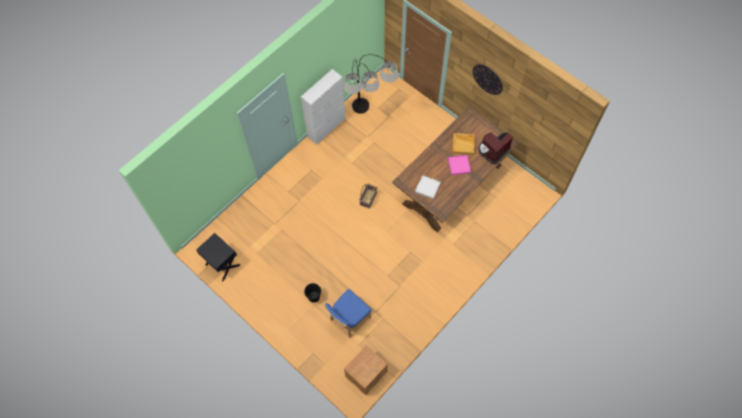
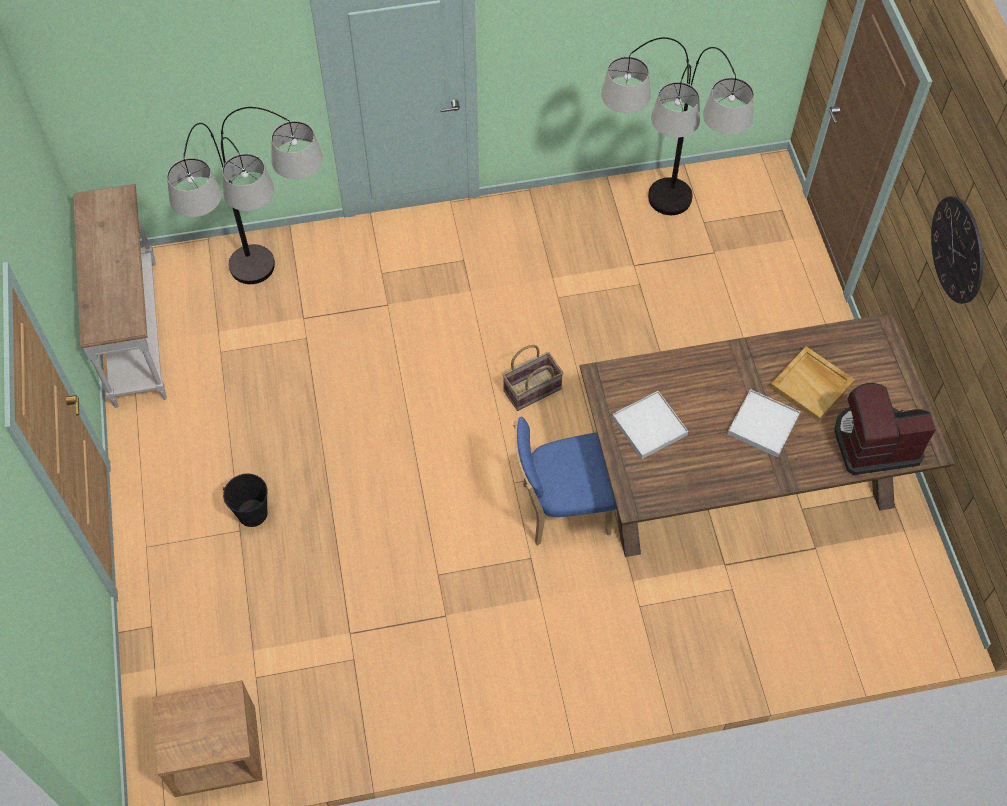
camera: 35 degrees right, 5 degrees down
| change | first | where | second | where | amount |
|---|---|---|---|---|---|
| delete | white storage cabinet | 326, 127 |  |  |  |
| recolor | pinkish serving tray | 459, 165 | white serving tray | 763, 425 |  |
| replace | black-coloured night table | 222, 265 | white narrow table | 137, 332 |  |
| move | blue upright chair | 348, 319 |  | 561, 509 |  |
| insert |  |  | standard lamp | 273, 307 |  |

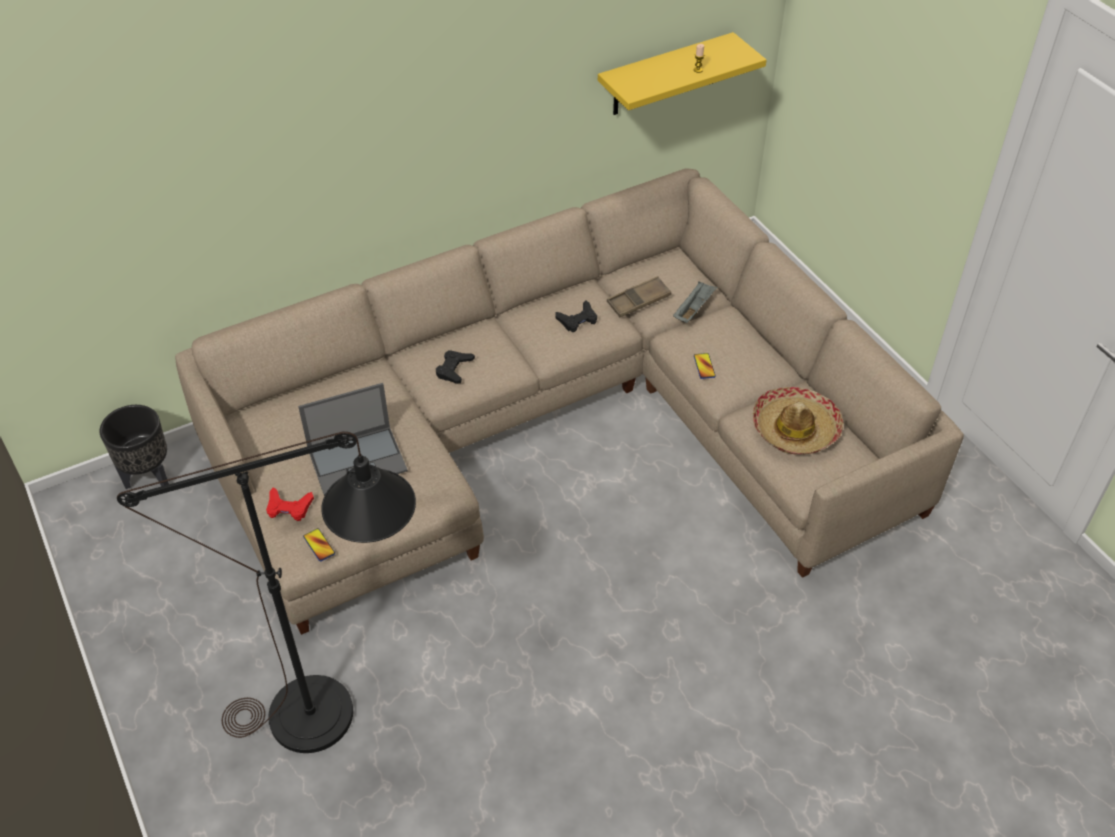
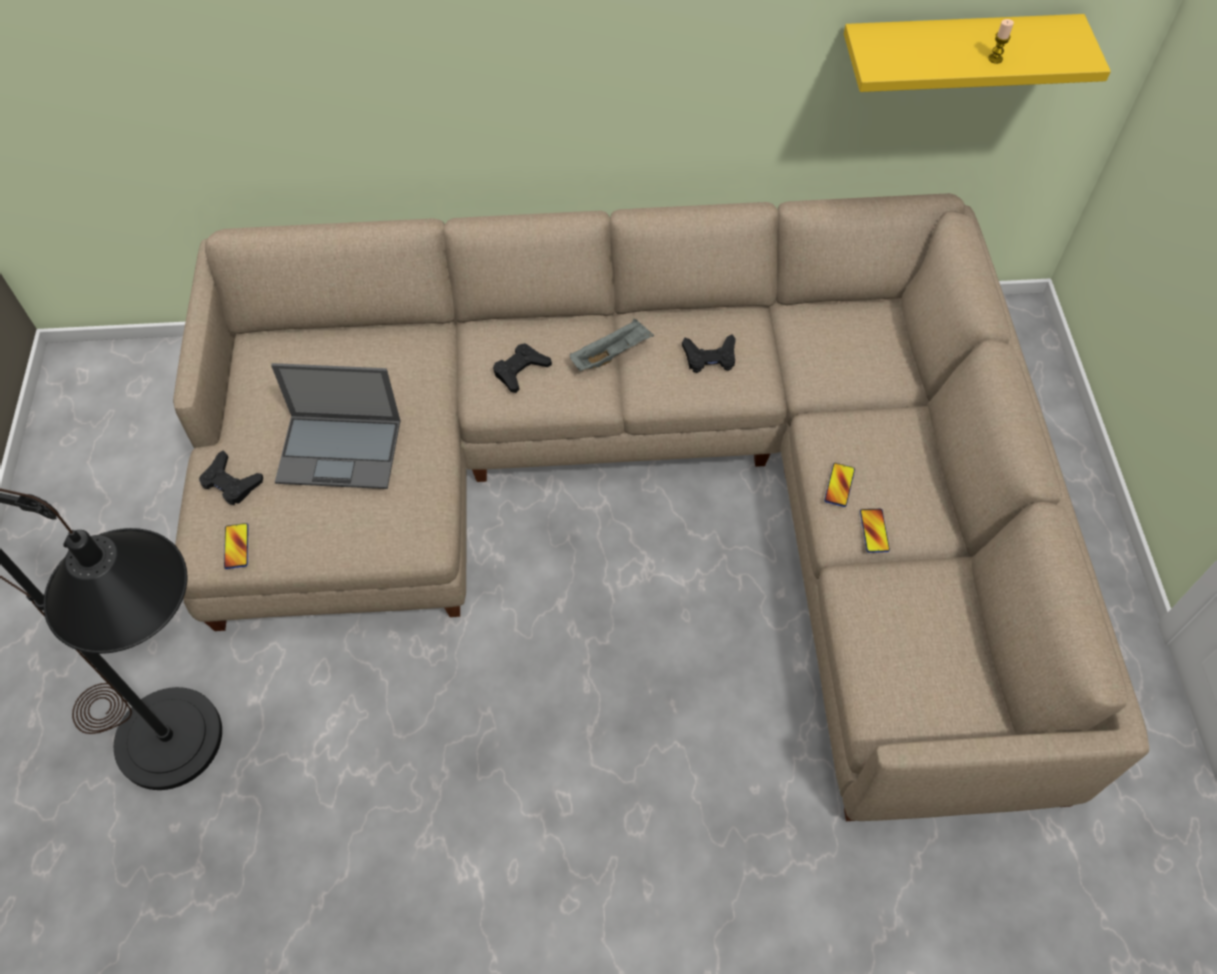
camera: 25 degrees right, 10 degrees up
| change | first | where | second | where | amount |
|---|---|---|---|---|---|
| delete | brown serving tray | 638, 301 |  |  |  |
| move | greyish serving tray | 694, 309 |  | 611, 354 |  |
| delete | clothing hat | 795, 429 |  |  |  |
| delete | black-coloured flower pot | 149, 478 |  |  |  |
| recolor | red-coloured joypad | 289, 507 | black-coloured joypad | 231, 482 |  |
| insert |  |  | handset | 874, 531 |  |

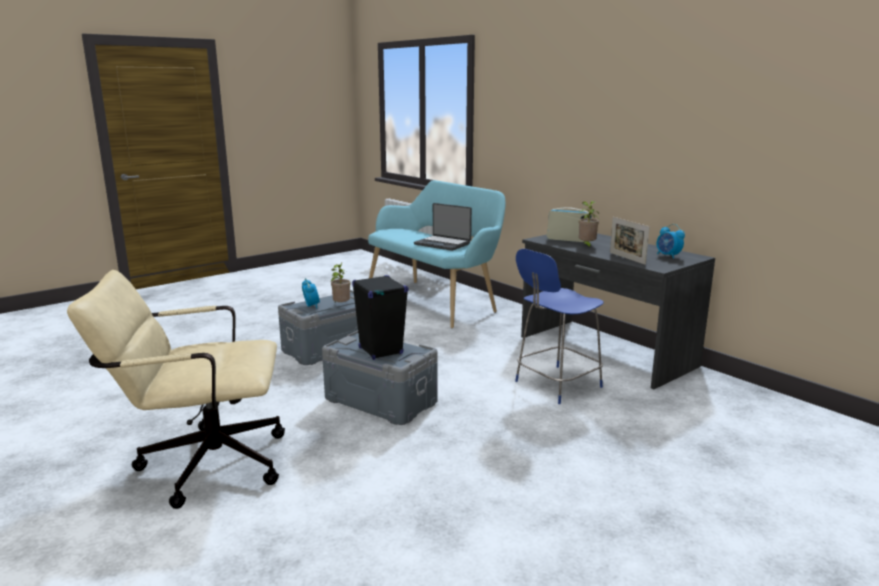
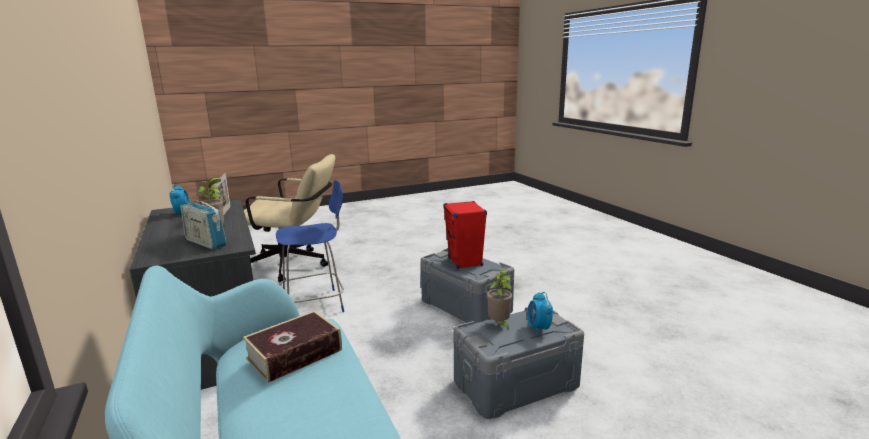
camera: 165 degrees left, 0 degrees up
| change | first | where | second | where | amount |
|---|---|---|---|---|---|
| replace | laptop | 443, 244 | bound book | 294, 354 |  |
| move | beige-coloured computer chair | 201, 464 |  | 293, 266 |  |
| recolor | black-coloured audio speaker | 380, 350 | red-coloured audio speaker | 465, 262 |  |

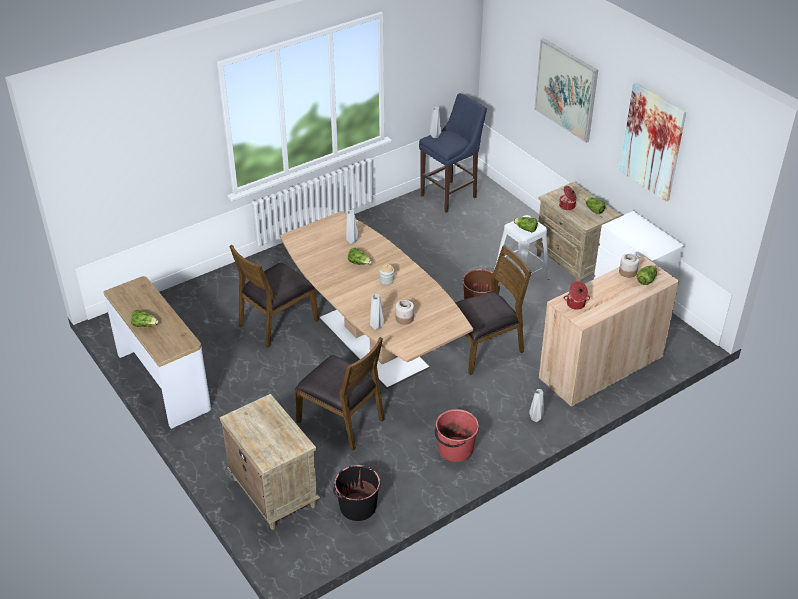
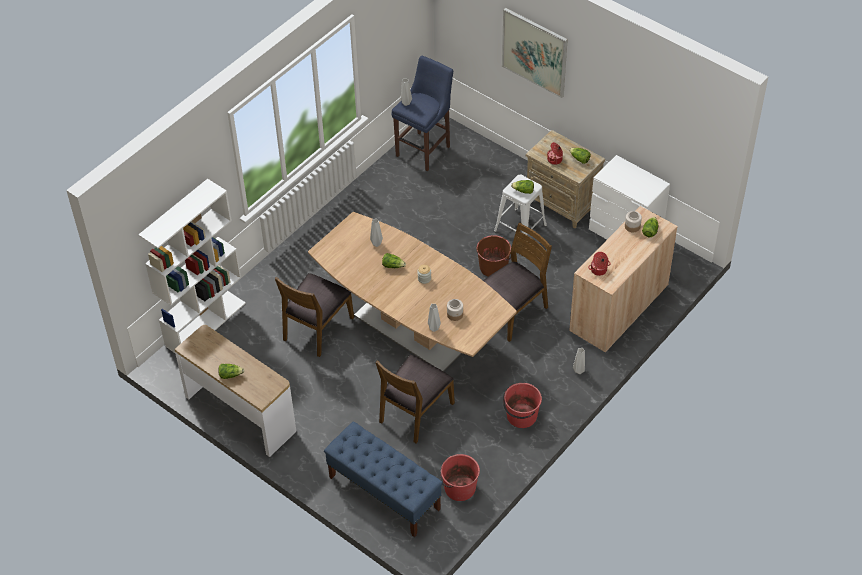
camera: 15 degrees left, 10 degrees up
| change | first | where | second | where | amount |
|---|---|---|---|---|---|
| delete | wall art | 652, 142 |  |  |  |
| rotate | brown upright chair | 342, 420 |  | 415, 412 | 105 degrees clockwise |
| replace | beige-coloured night table | 273, 492 | blue indoor bench | 384, 493 |  |
| recolor | black-coloured water bucket | 357, 506 | red-coloured water bucket | 459, 488 |  |
| insert |  |  | white shelving unit | 205, 324 |  |

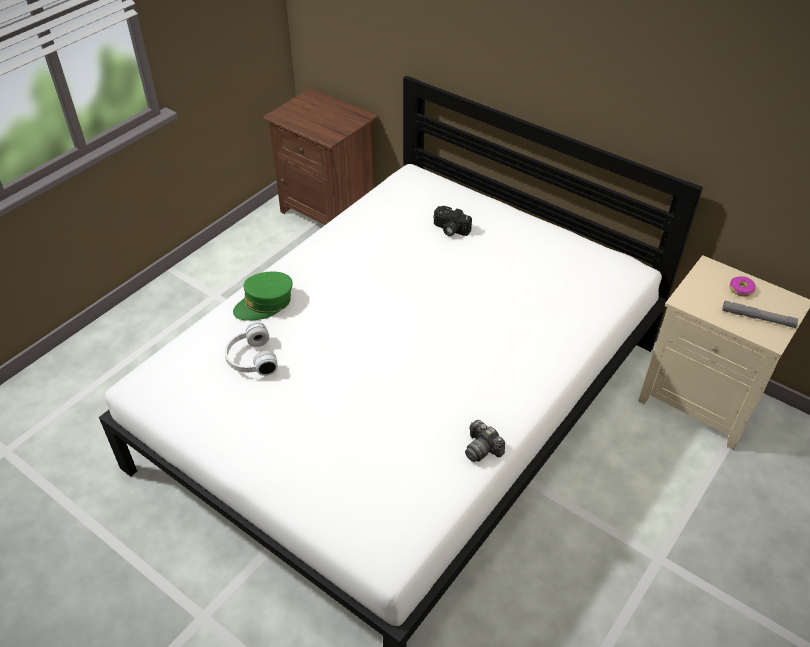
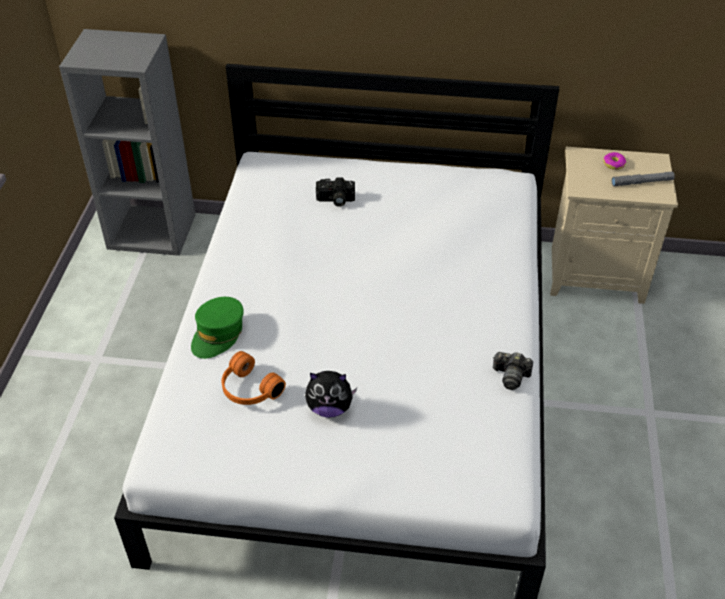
camera: 30 degrees left, 0 degrees up
| change | first | where | second | where | amount |
|---|---|---|---|---|---|
| replace | brown night table | 329, 211 | greyish shelving unit | 153, 231 |  |
| recolor | white pair of headphones | 250, 359 | orange pair of headphones | 248, 390 |  |
| insert |  |  | cuddly toy | 329, 408 |  |

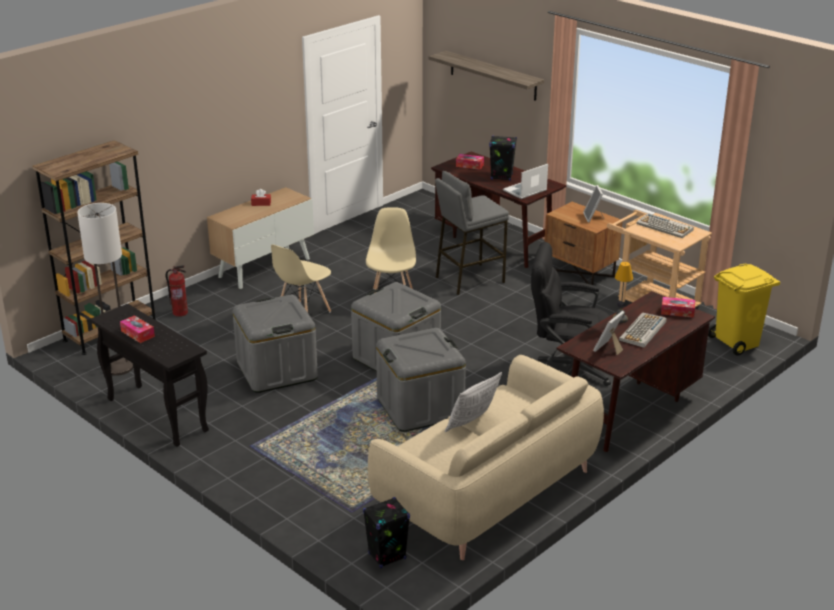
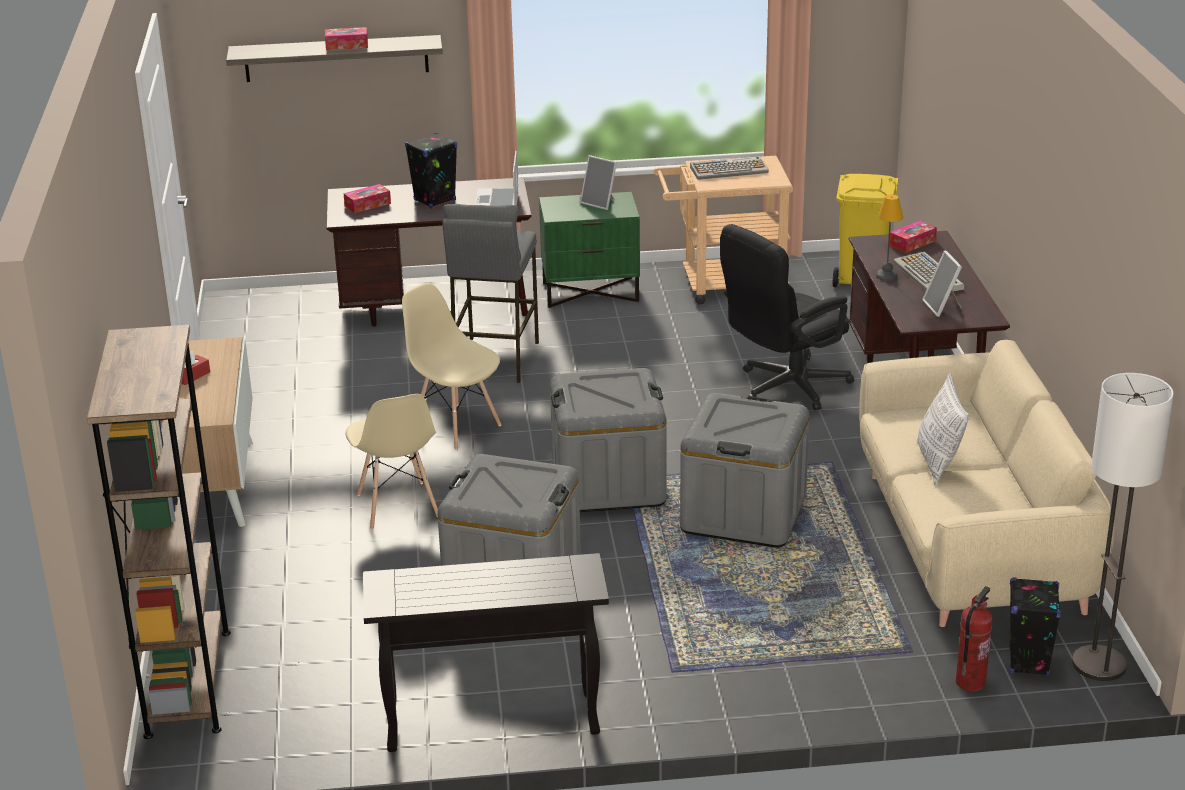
camera: 50 degrees left, 0 degrees up
| change | first | where | second | where | amount |
|---|---|---|---|---|---|
| recolor | brown night table | 580, 273 | green night table | 591, 292 |  |
| move | standard lamp | 118, 368 |  | 1099, 664 |  |
| move | extinguisher | 180, 313 |  | 970, 682 |  |
| move | tissue holder | 137, 334 |  | 347, 45 |  |

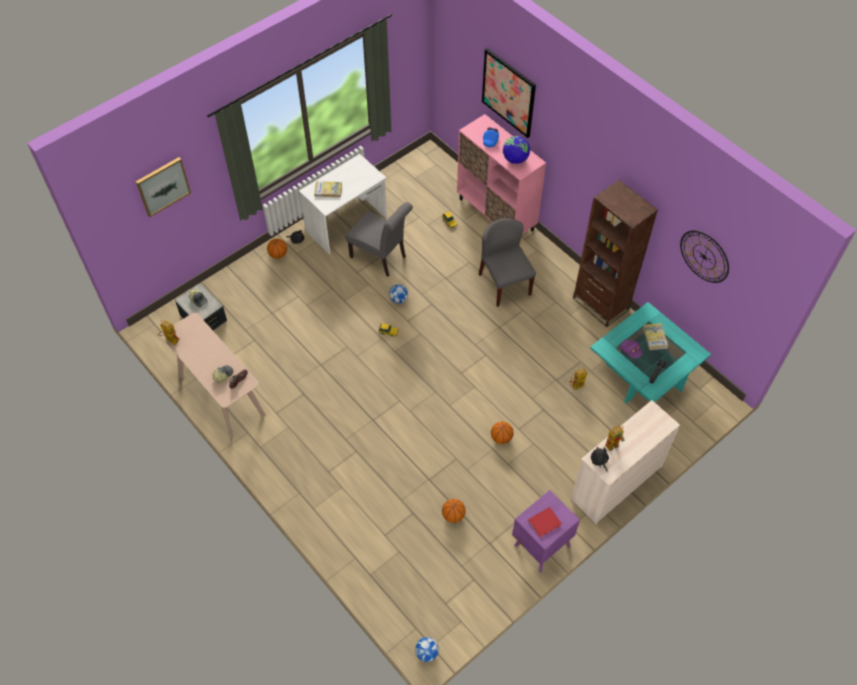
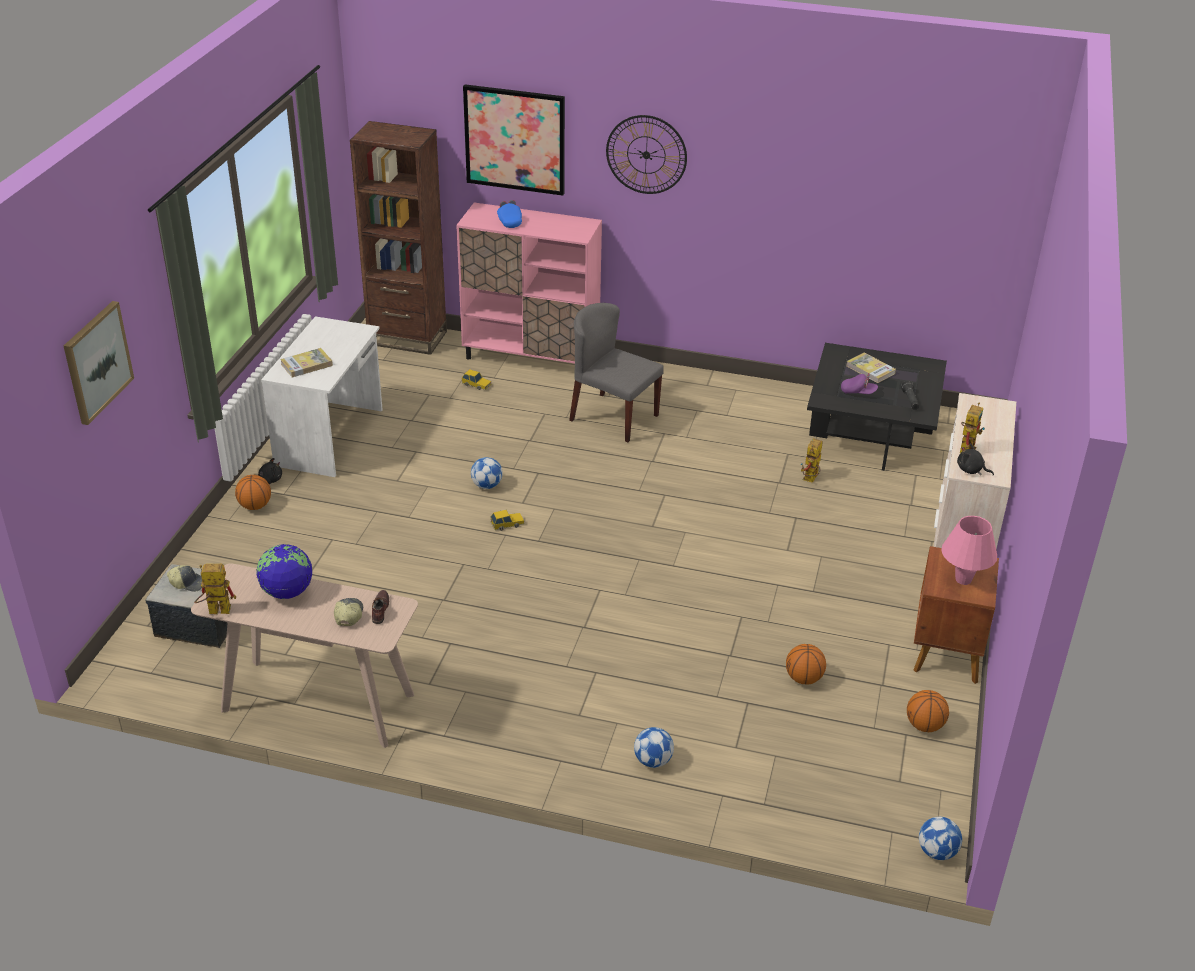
camera: 35 degrees left, 20 degrees down
| change | first | where | second | where | amount |
|---|---|---|---|---|---|
| move | desk globe | 515, 159 |  | 287, 592 |  |
| move | brown shelving unit | 600, 304 |  | 407, 338 |  |
| delete | greyish upright chair | 381, 258 |  |  |  |
| move | wall clock | 704, 256 |  | 646, 154 |  |
| recolor | turquoise-coloured coffee table | 643, 372 | black-coloured coffee table | 870, 434 |  |
| move | basketball ball | 501, 438 |  | 924, 726 |  |
| recolor | purple night table | 541, 545 | brown night table | 946, 654 |  |
| replace | red-coloured bound book | 545, 522 | pinkish lamp for a table | 963, 579 |  |
| insert |  |  | football | 653, 761 |  |

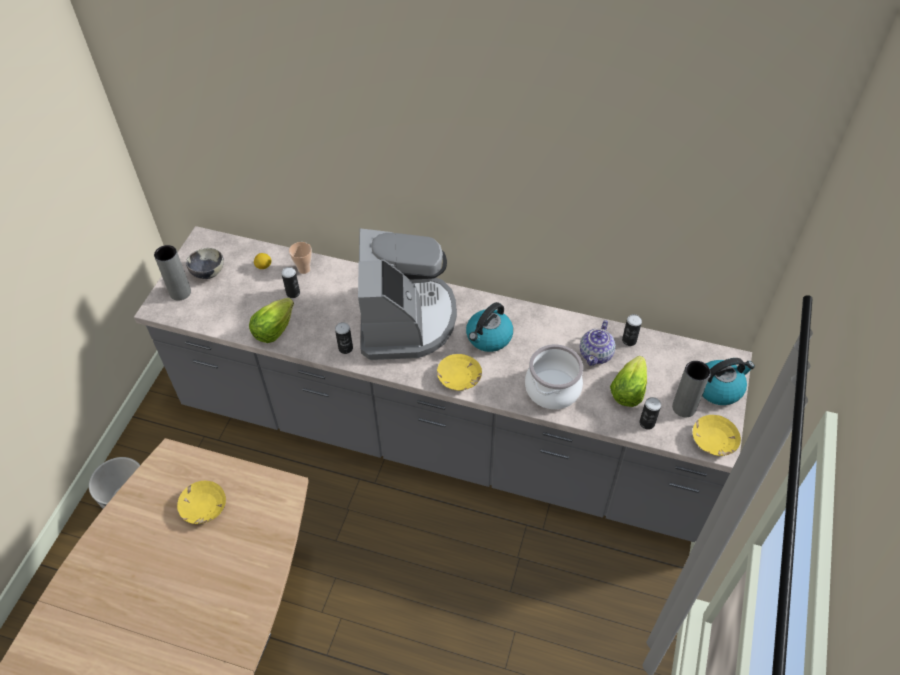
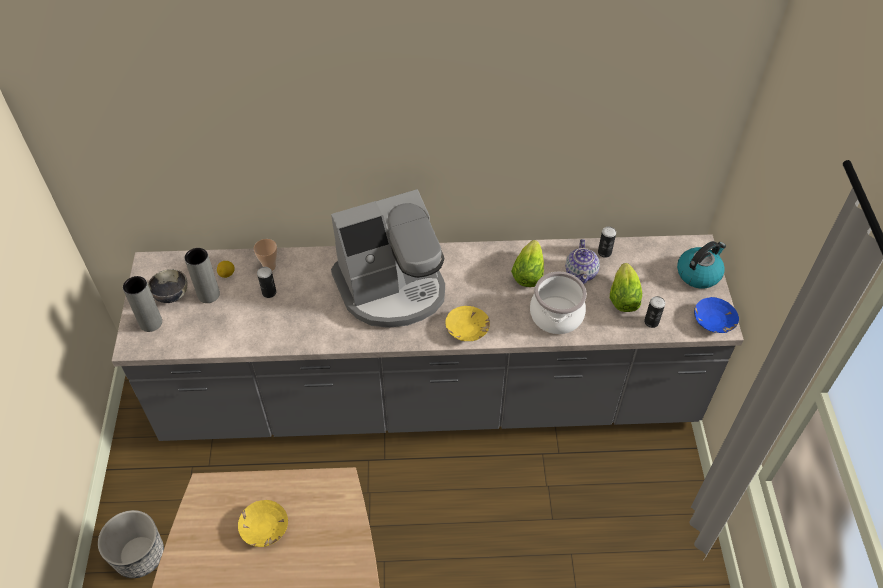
camera: 20 degrees left, 0 degrees up
| change | first | where | second | where | amount |
|---|---|---|---|---|---|
| rotate | coffee machine | 405, 320 |  | 392, 289 | 90 degrees clockwise |
| move | lettuce head | 273, 330 |  | 527, 274 |  |
| delete | kettle | 488, 337 |  |  |  |
| delete | can | 345, 348 |  |  |  |
| move | greyish flower vase | 684, 407 |  | 208, 294 |  |
| recolor | yellow-coloured deep dish | 713, 441 | blue deep dish | 713, 321 |  |

